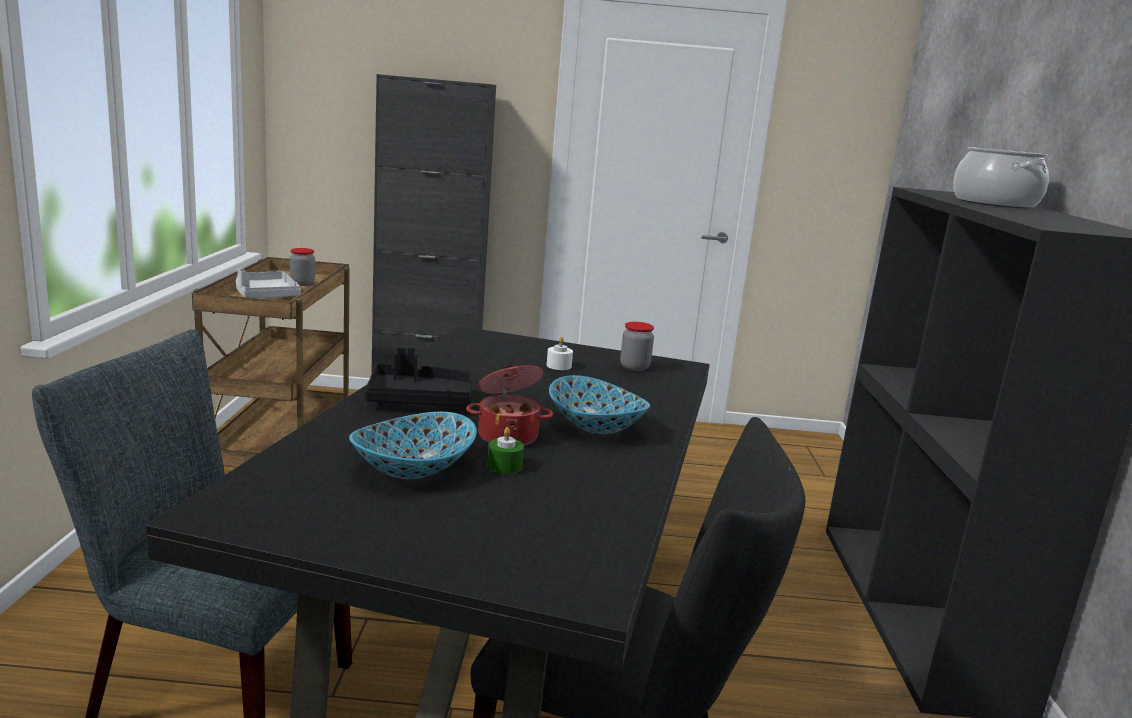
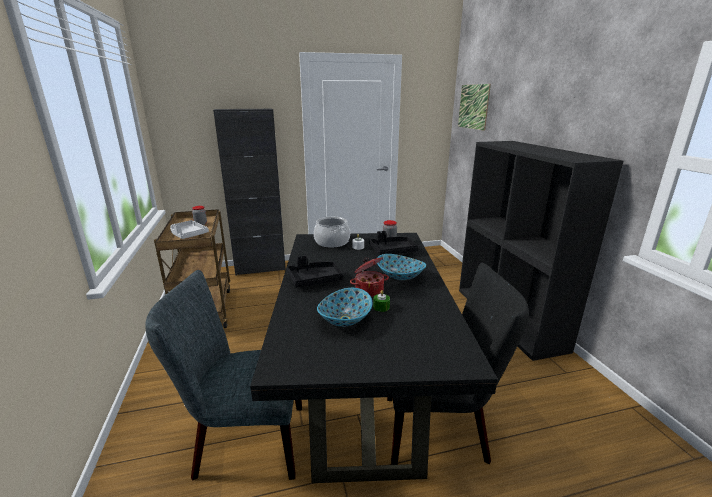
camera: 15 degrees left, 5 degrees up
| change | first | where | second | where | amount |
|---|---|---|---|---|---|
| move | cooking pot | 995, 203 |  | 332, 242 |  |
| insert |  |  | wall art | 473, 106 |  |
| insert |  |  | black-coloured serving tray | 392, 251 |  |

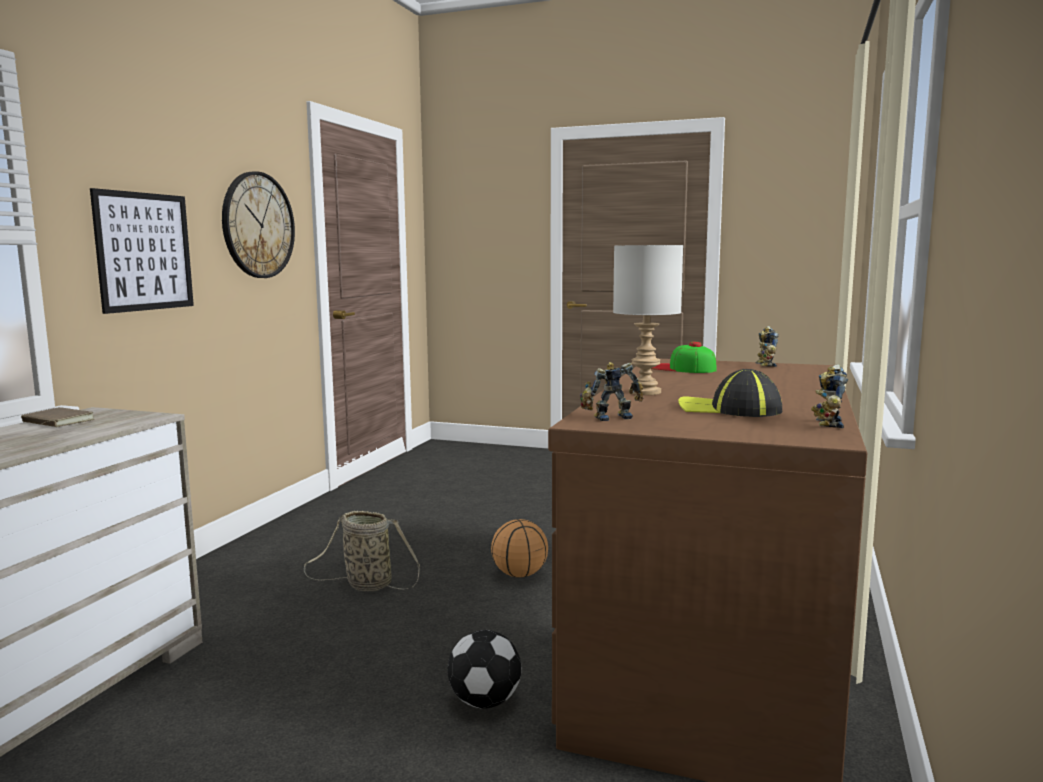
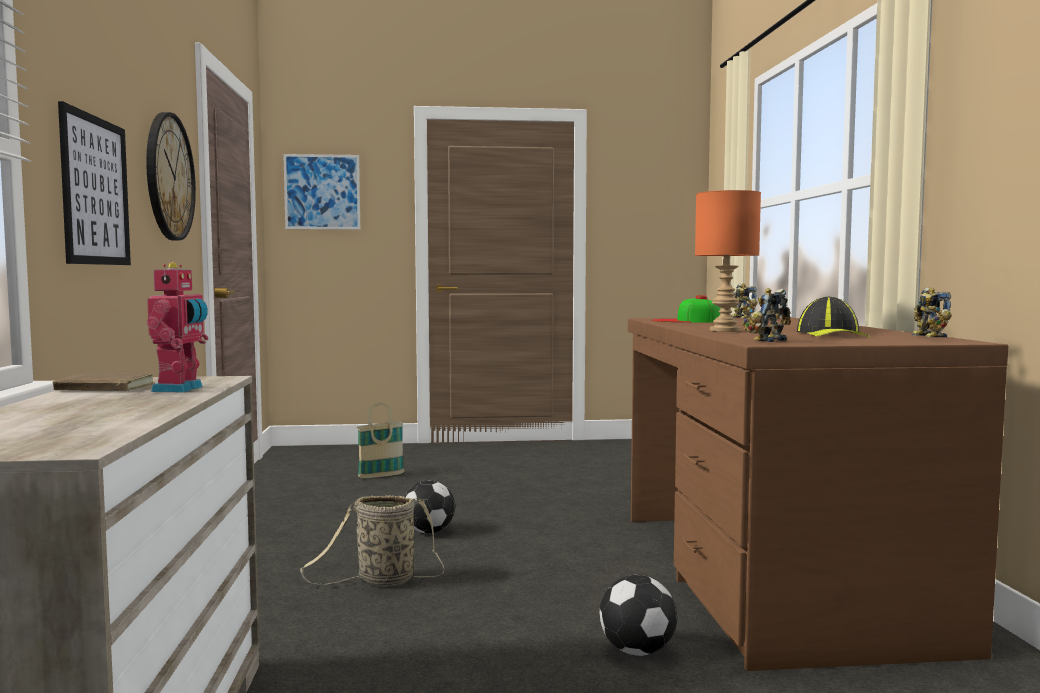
camera: 25 degrees left, 5 degrees down
| change | first | where | second | where | amount |
|---|---|---|---|---|---|
| recolor | greyish lamp for a table | 646, 392 | orange lamp for a table | 726, 330 |  |
| rotate | baseball cap | 730, 410 |  | 832, 334 | 90 degrees counterclockwise |
| delete | basketball ball | 520, 574 |  |  |  |
| insert |  |  | wall art | 322, 192 |  |
| insert |  |  | robot figure | 181, 389 |  |
| insert |  |  | household basket | 381, 476 |  |
| insert |  |  | football | 429, 532 |  |

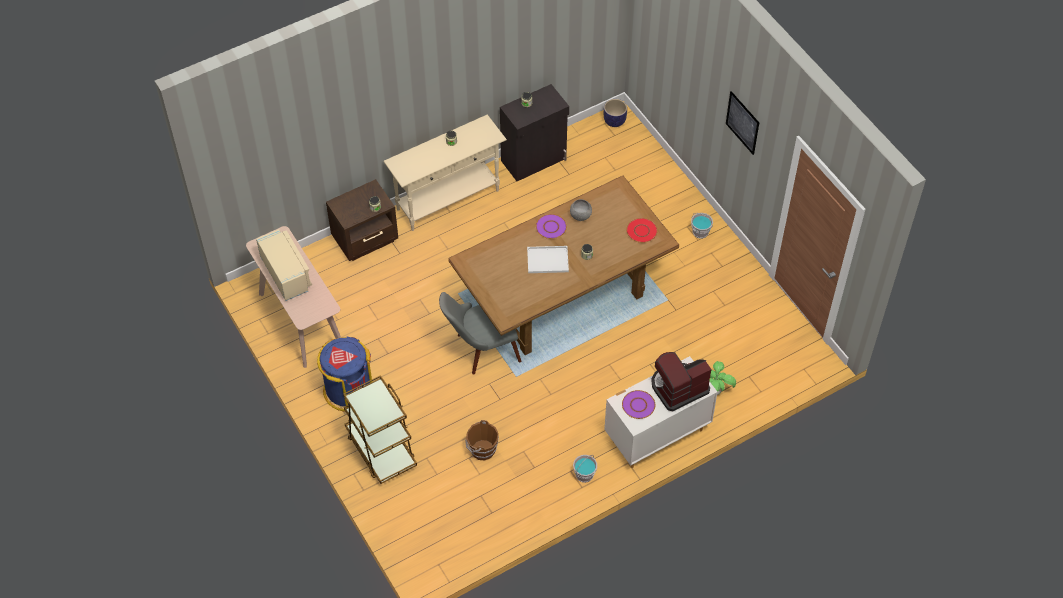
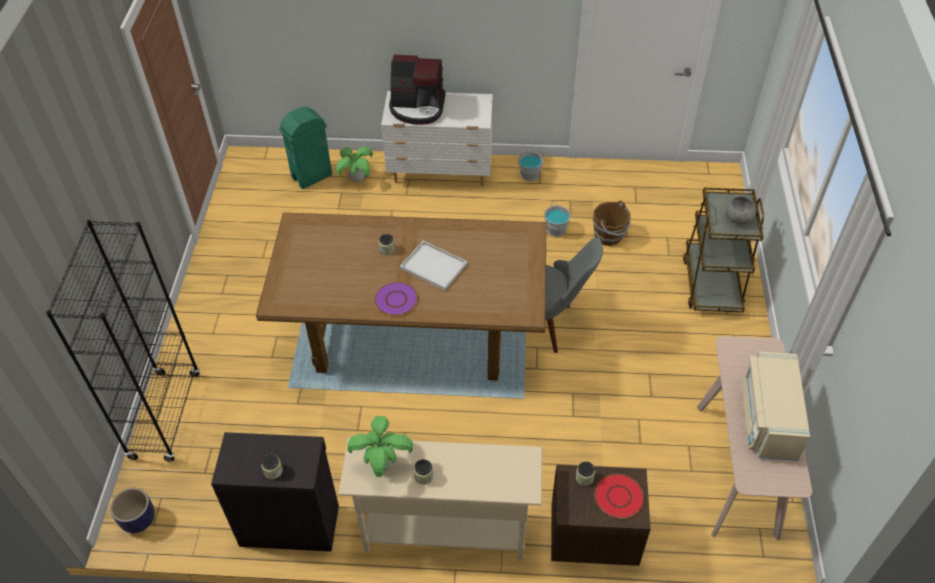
camera: 145 degrees left, 5 degrees down
| change | first | where | second | where | amount |
|---|---|---|---|---|---|
| delete | wall art | 742, 122 |  |  |  |
| move | greyish deep dish | 580, 215 |  | 738, 218 |  |
| move | greyish water bucket | 700, 232 |  | 555, 230 |  |
| move | red-coloured flat dish | 642, 231 |  | 618, 497 |  |
| delete | blue trash can | 348, 389 |  |  |  |
| delete | purple flat dish | 638, 405 |  |  |  |
| insert |  |  | green trash can | 312, 176 |  |
| insert |  |  | black-coloured shelving unit | 165, 415 |  |
| insert |  |  | potted plant | 383, 464 |  |

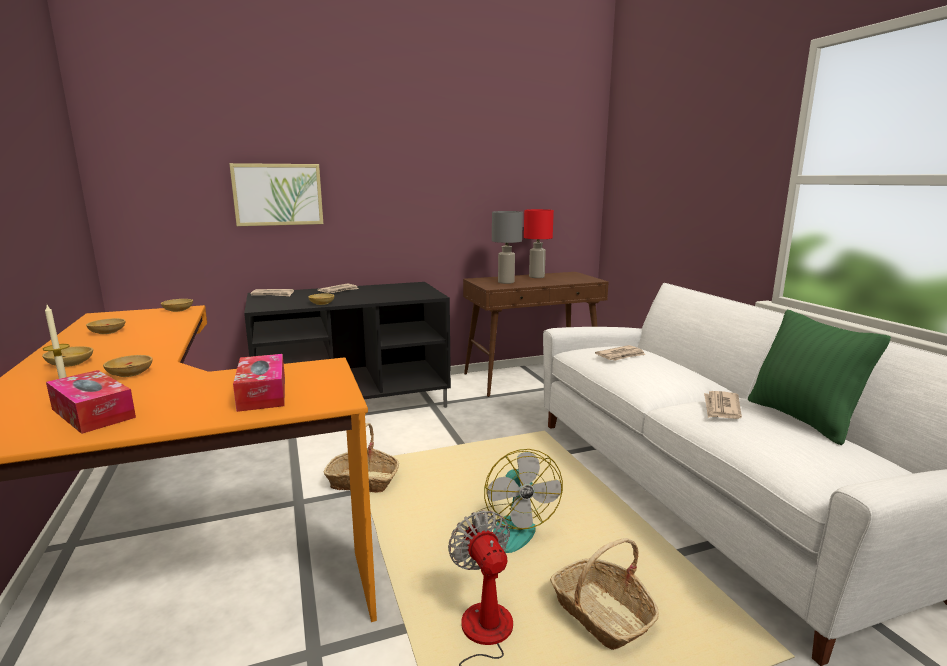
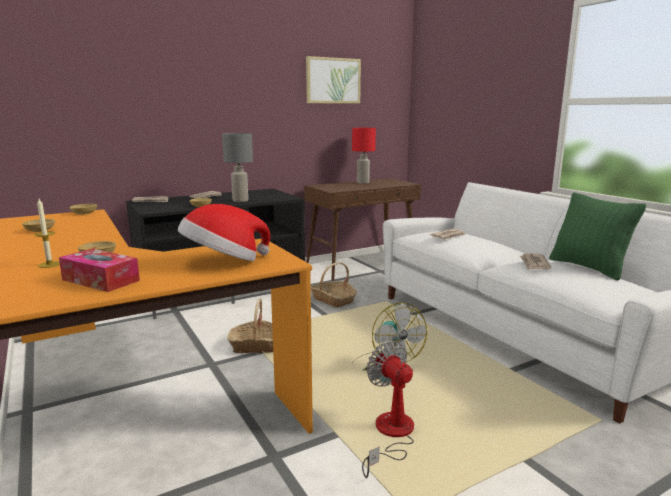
camera: 10 degrees left, 0 degrees up
| change | first | where | second | where | amount |
|---|---|---|---|---|---|
| move | wall art | 278, 194 |  | 333, 80 |  |
| move | greyish lamp for a table | 506, 282 |  | 240, 200 |  |
| delete | beige-coloured deep dish | 70, 363 |  |  |  |
| replace | tissue holder | 262, 393 | clothing hat | 224, 262 |  |
| move | household basket | 601, 614 |  | 333, 300 |  |

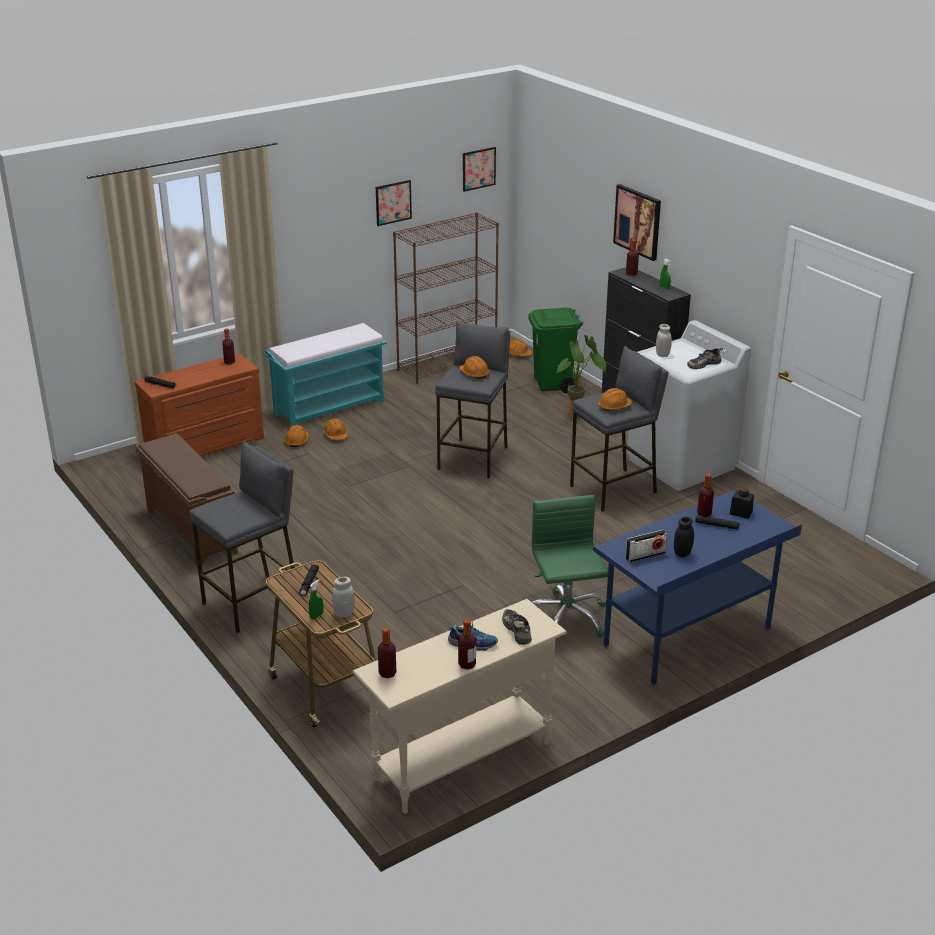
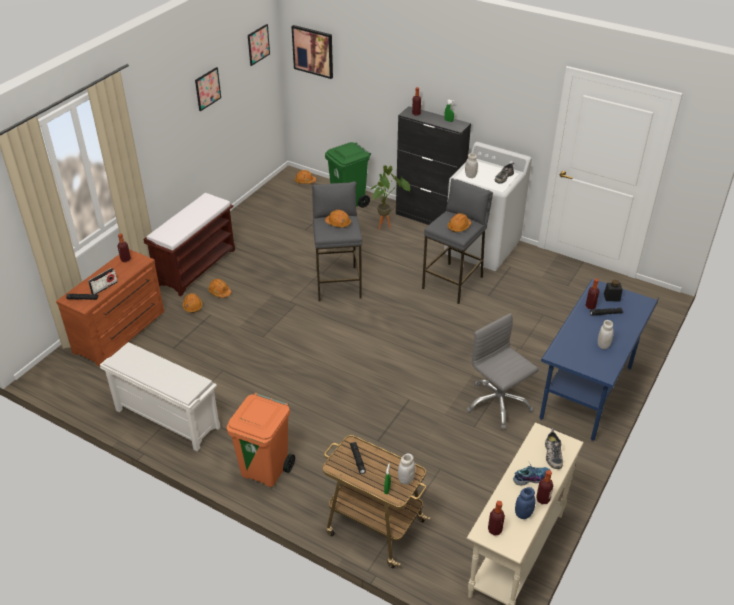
camera: 25 degrees left, 10 degrees up
| change | first | where | second | where | amount |
|---|---|---|---|---|---|
| move | wall art | 638, 221 |  | 313, 51 |  |
| delete | brown shelving unit | 447, 365 |  |  |  |
| recolor | turquoise-coloured indoor bench | 330, 407 | brown indoor bench | 196, 266 |  |
| recolor | brown shoe stand | 190, 531 | white shoe stand | 166, 419 |  |
| replace | greyish stool seat | 253, 603 | orange trash can | 265, 470 |  |
| recolor | green computer chair | 566, 618 | greyish computer chair | 498, 404 |  |
| recolor | black-coloured jar | 682, 553 | white jar | 603, 345 |  |
| move | radio receiver | 645, 555 |  | 104, 287 |  |
| rotate | low shoe | 518, 630 |  | 552, 453 | 135 degrees counterclockwise |
| insert |  |  | blue jar | 523, 514 |  |

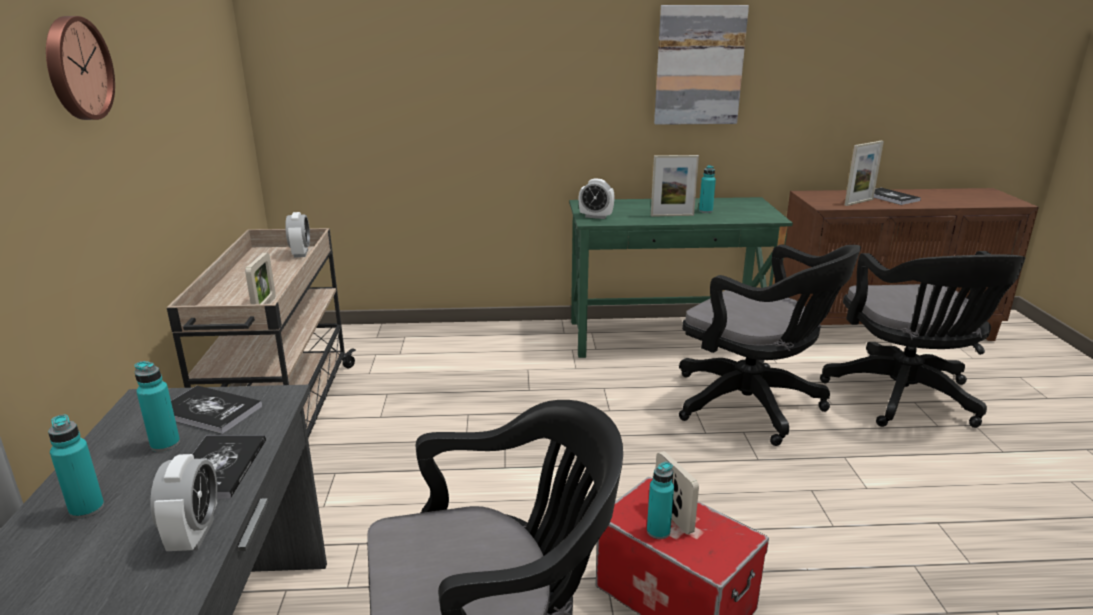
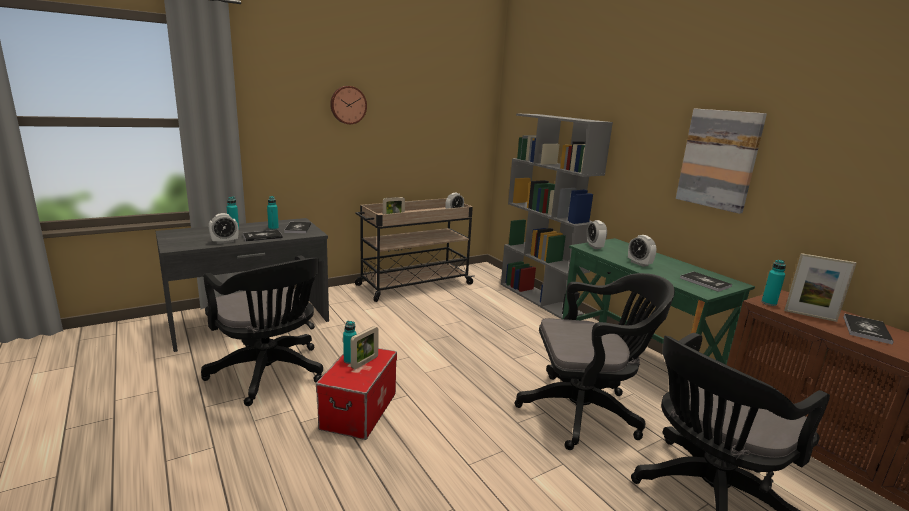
camera: 60 degrees right, 5 degrees down
| change | first | where | second | where | amount |
|---|---|---|---|---|---|
| replace | photo frame | 672, 215 | alarm clock | 639, 263 |  |
| move | turquoise-coloured beverage bottle | 705, 211 |  | 769, 303 |  |
| rotate | black-coloured computer chair | 753, 406 |  | 585, 412 | 105 degrees counterclockwise |
| insert |  |  | greyish shelving unit | 540, 298 |  |
| insert |  |  | bound book | 705, 282 |  |

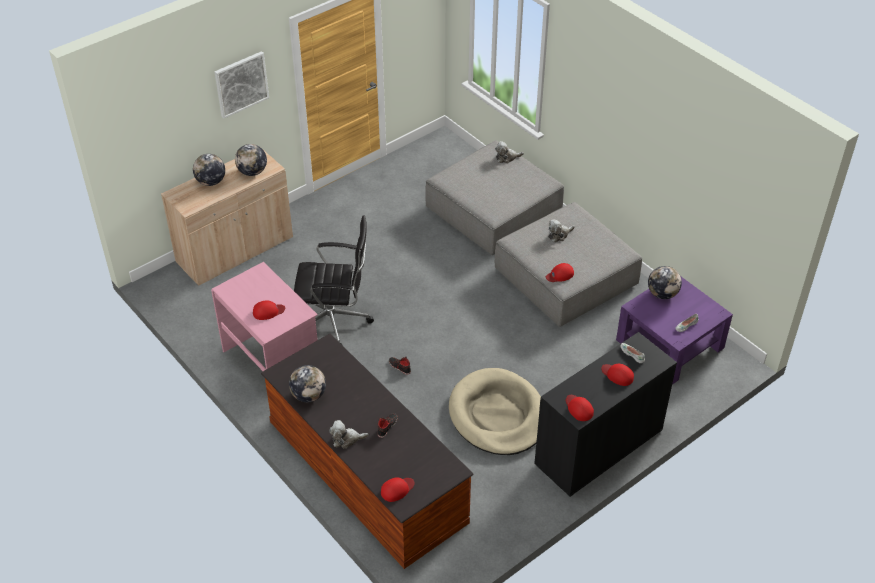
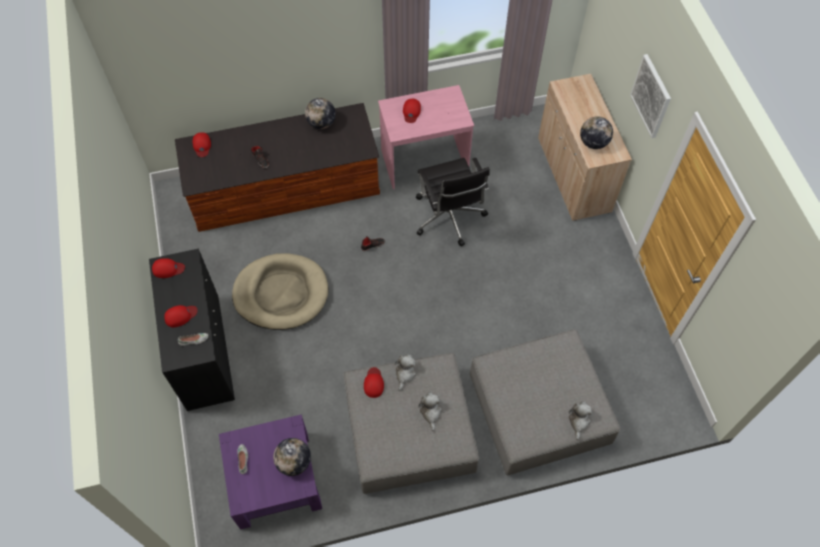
camera: 115 degrees right, 15 degrees up
| change | first | where | second | where | amount |
|---|---|---|---|---|---|
| delete | desk globe | 211, 182 |  |  |  |
| rotate | black-coloured computer chair | 334, 321 |  | 449, 218 | 45 degrees counterclockwise |
| move | cuddly toy | 346, 439 |  | 404, 373 |  |

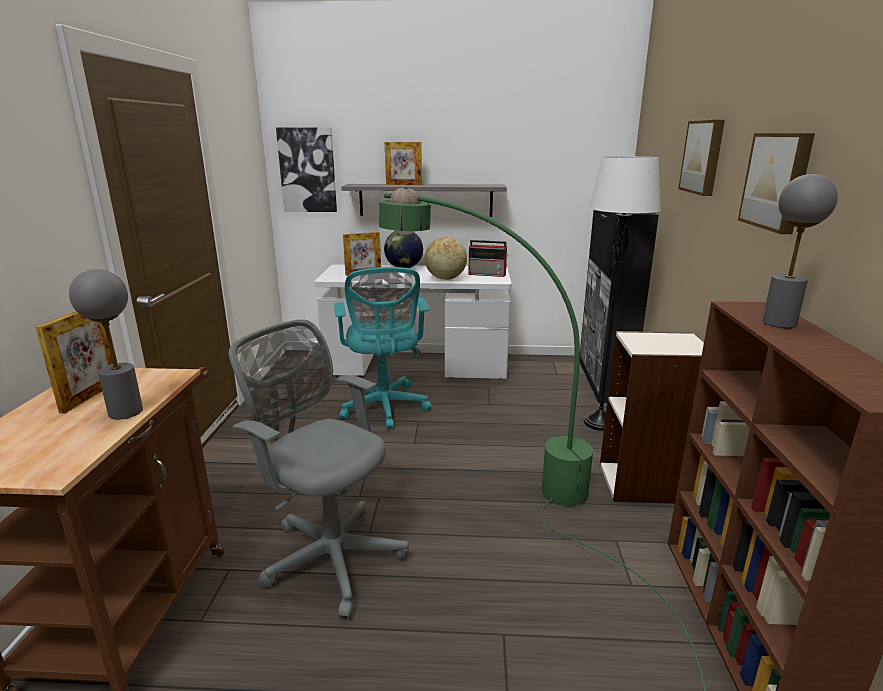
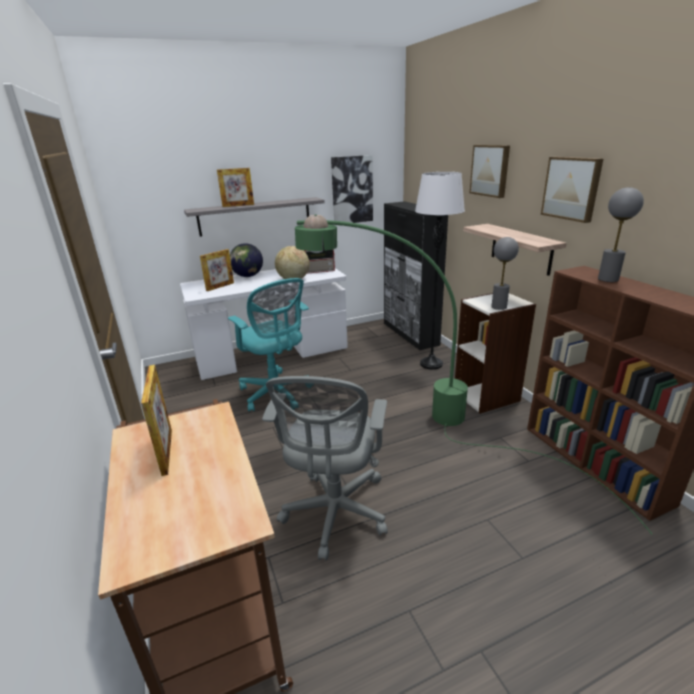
camera: 25 degrees left, 5 degrees up
| change | first | where | second | where | amount |
|---|---|---|---|---|---|
| move | wall art | 307, 170 |  | 352, 190 |  |
| move | greyish lamp for a table | 125, 412 |  | 499, 307 |  |
| rotate | greyish computer chair | 329, 554 |  | 334, 515 | 90 degrees counterclockwise |
| insert |  |  | bracket shelf | 521, 249 |  |

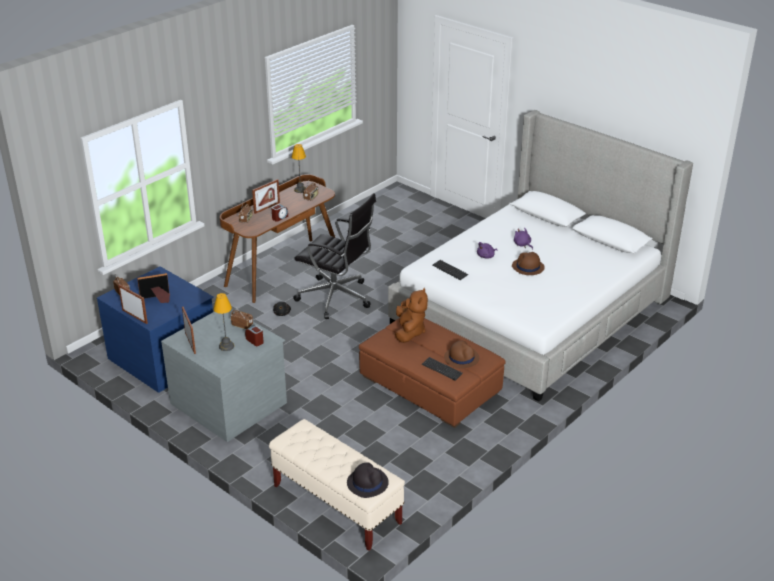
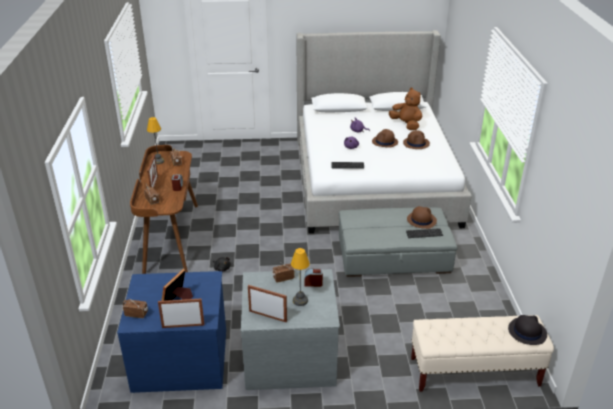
camera: 45 degrees left, 0 degrees up
| change | first | where | second | where | amount |
|---|---|---|---|---|---|
| delete | black-coloured computer chair | 337, 298 |  |  |  |
| move | brown cuddly toy | 409, 332 |  | 406, 125 |  |
| recolor | brown footrest | 430, 384 | greyish footrest | 393, 255 |  |
| insert |  |  | brown clothing hat | 416, 143 |  |

